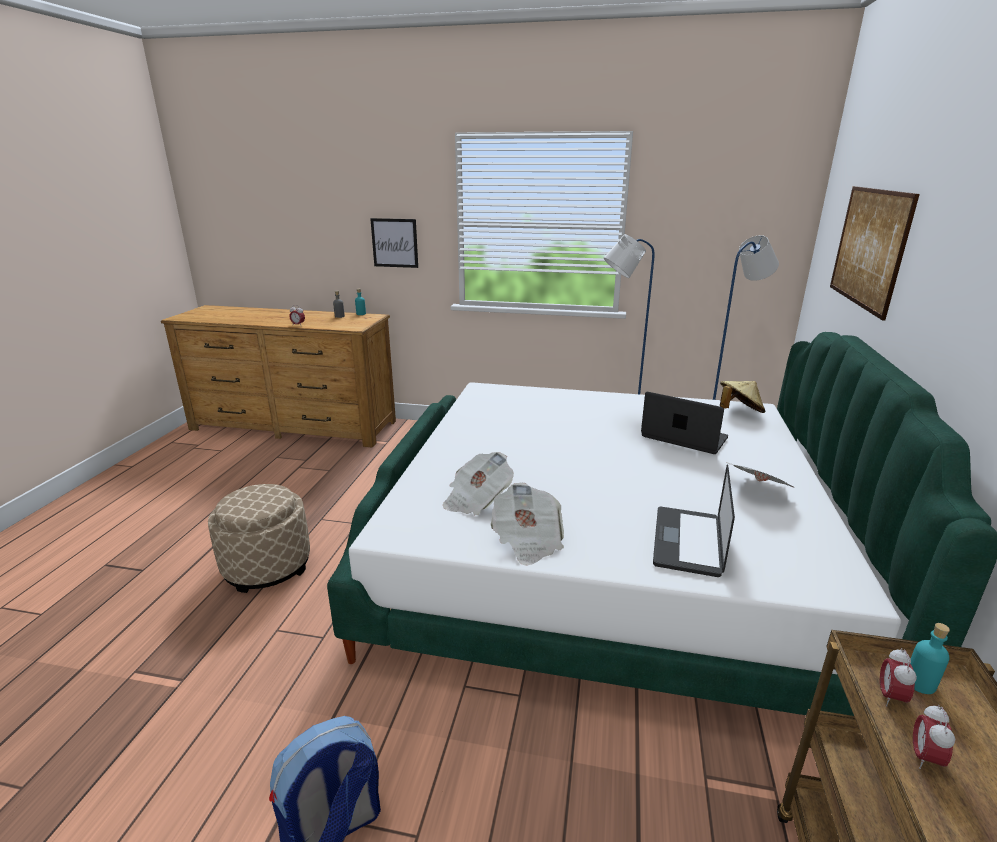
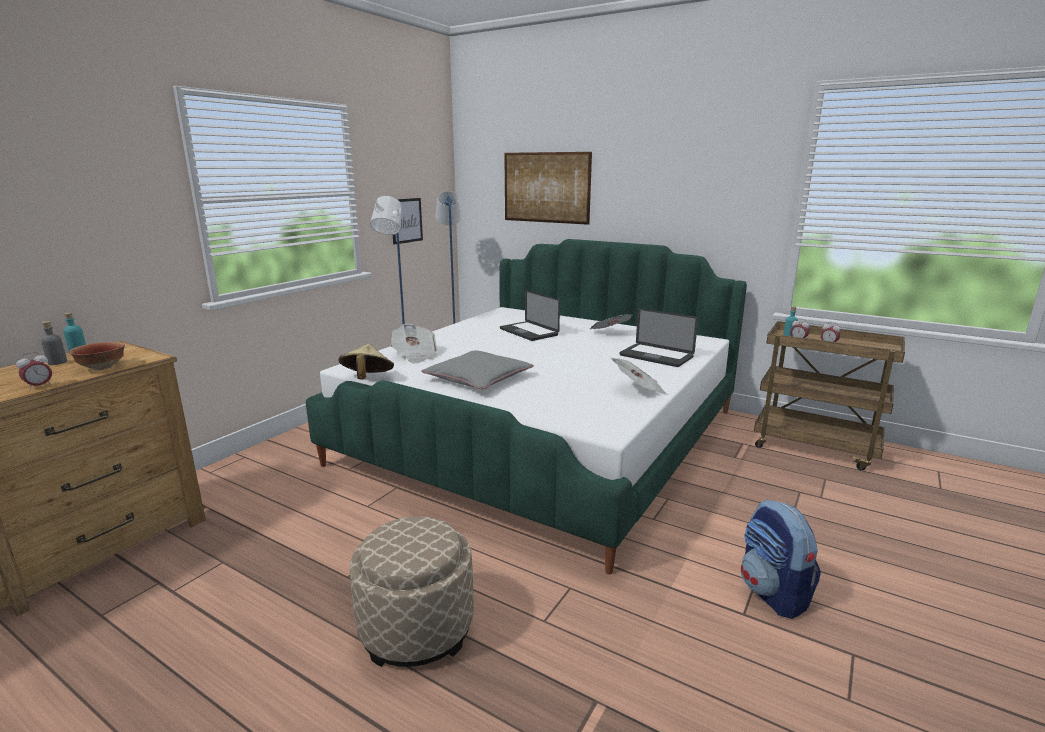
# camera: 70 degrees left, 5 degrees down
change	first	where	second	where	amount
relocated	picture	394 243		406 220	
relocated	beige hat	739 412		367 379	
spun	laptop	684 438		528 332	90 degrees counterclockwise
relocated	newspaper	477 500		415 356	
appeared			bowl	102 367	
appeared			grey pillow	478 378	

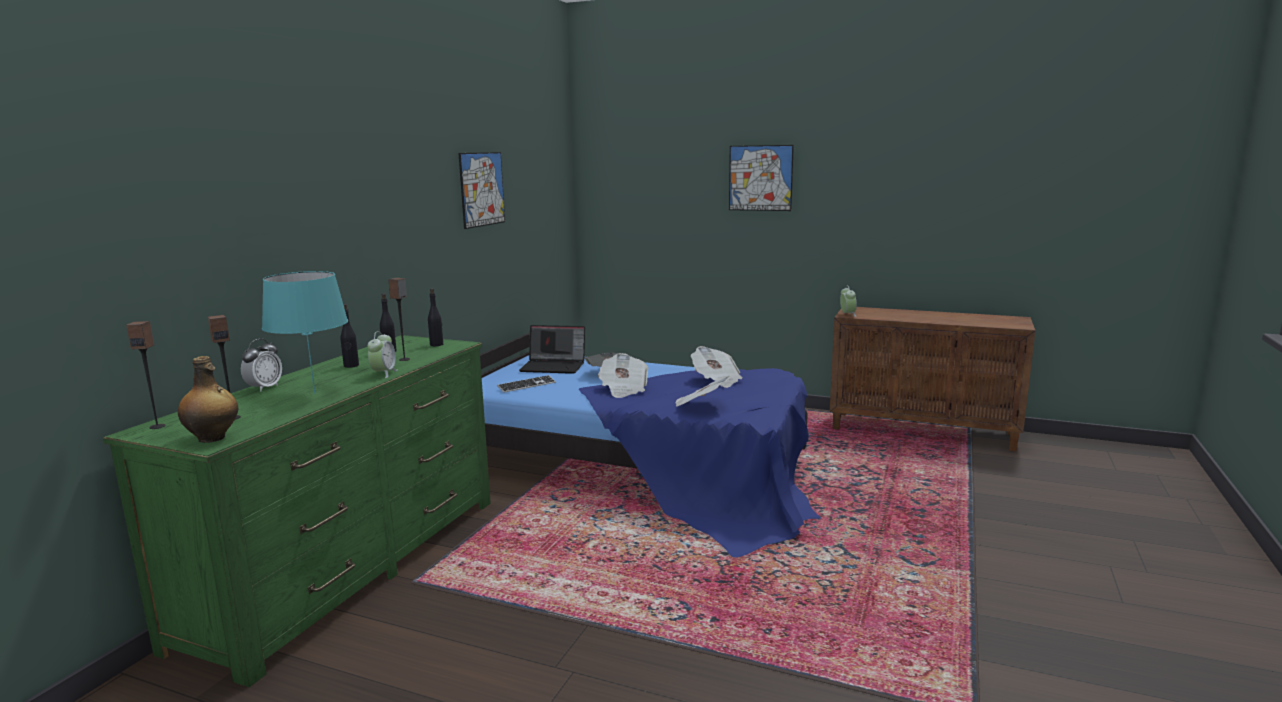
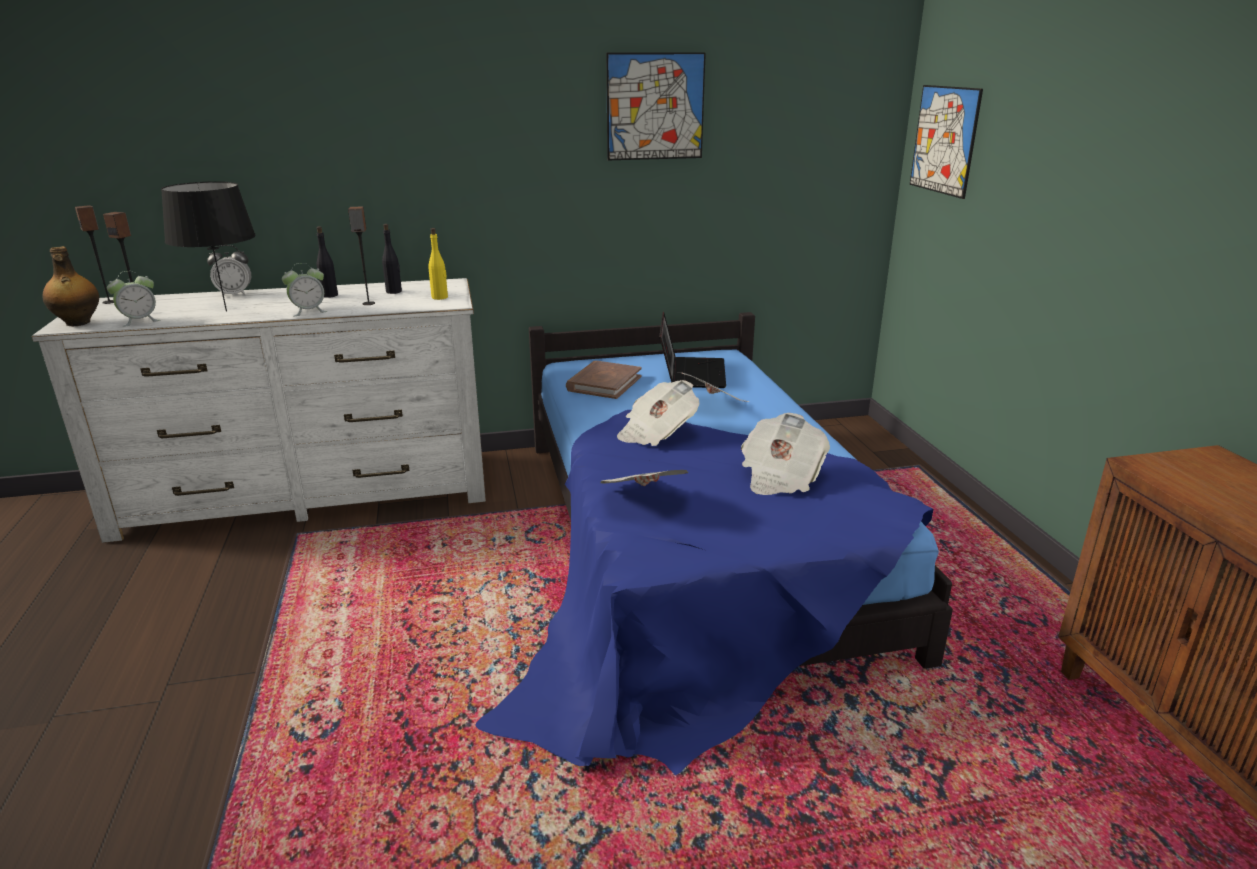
# camera: 55 degrees right, 10 degrees up
change	first	where	second	where	amount
relocated	picture	760 178		944 140	
colour	turquoise table lamp	314 393	black table lamp	226 311	
relocated	alarm clock	847 314		140 321	
colour	black bottle	436 344	yellow bottle	440 297	
spun	laptop	554 366		691 373	150 degrees counterclockwise
colour	green dresser	351 566	white dresser	309 494	
exchanged	keyboard	526 385	brown book	604 383	

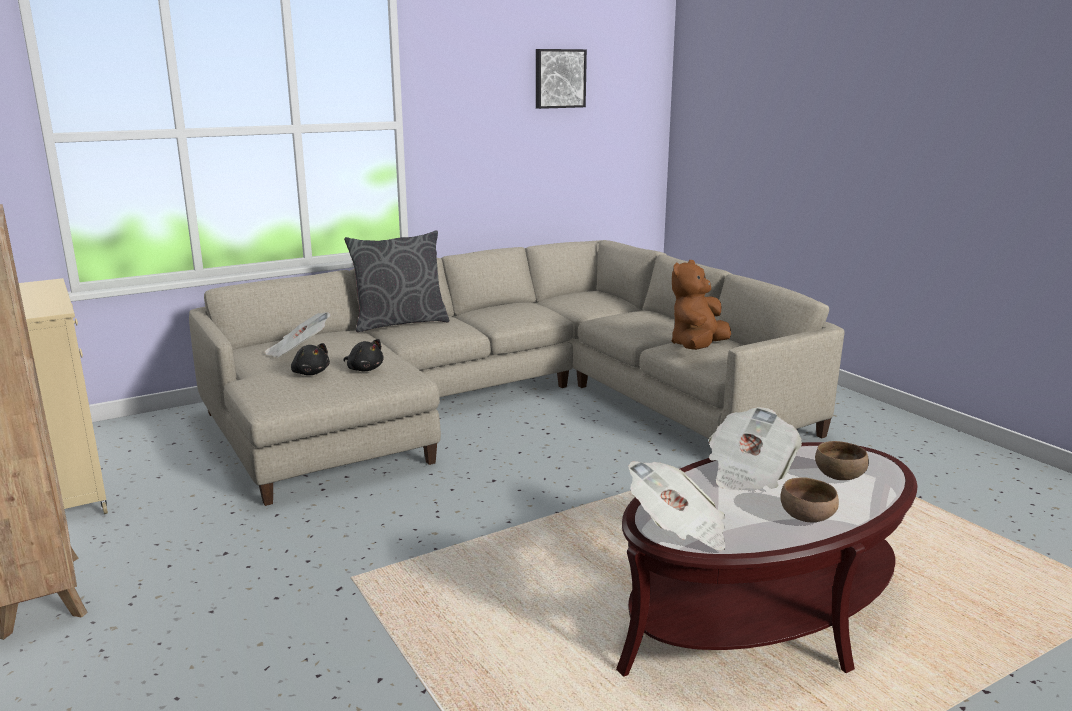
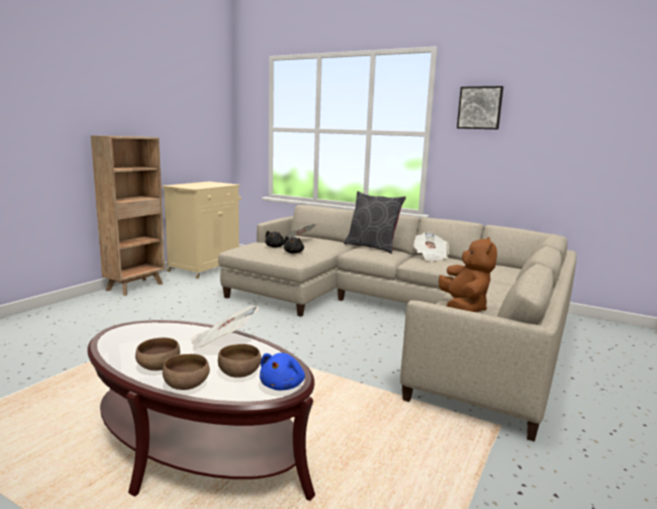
# camera: 60 degrees right, 5 degrees down
change	first	where	second	where	amount
relocated	picture	559 78		480 108	
spun	brown plush toy	697 347		463 309	90 degrees clockwise
relocated	newspaper	678 529		430 257	
appeared			blue plush toy	283 385	
appeared			brown bowl	187 385	

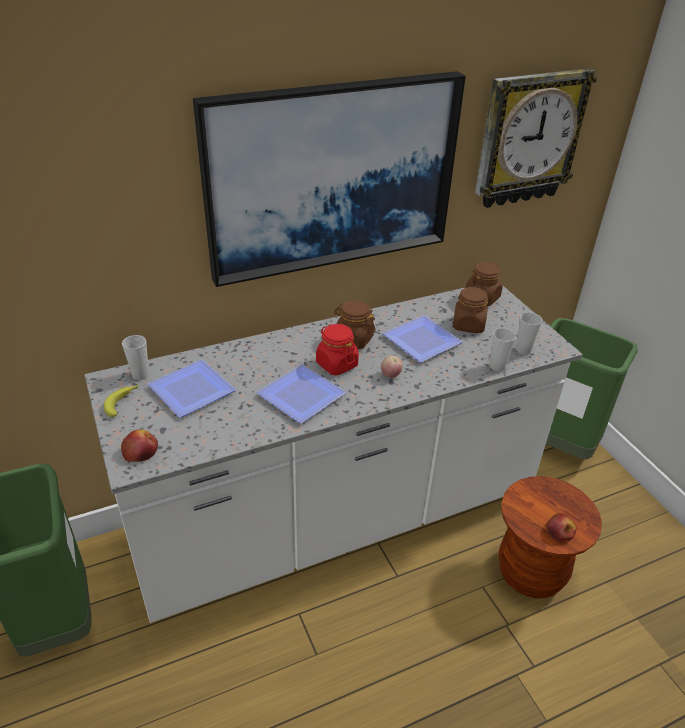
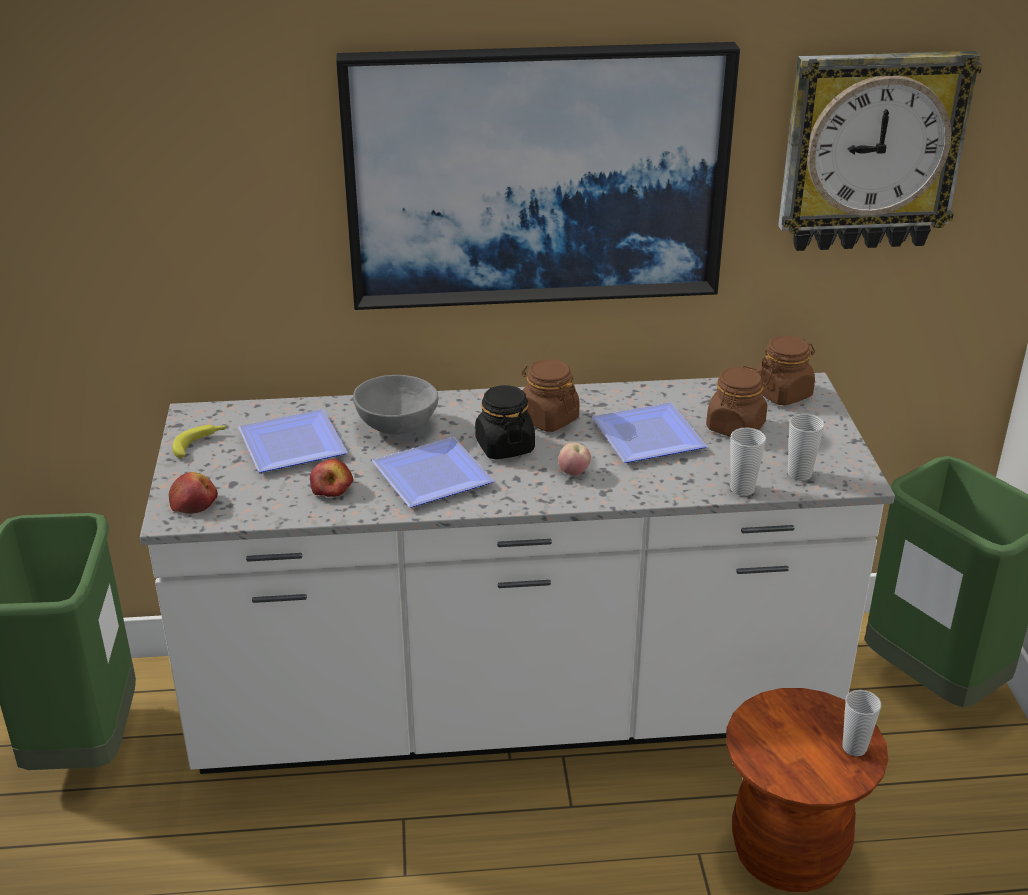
# camera: 20 degrees right, 5 degrees down
change	first	where	second	where	amount
colour	red jar	336 364	black jar	504 446	
relocated	cup	140 375		854 747	
relocated	apple	559 531		332 489	
appeared			grey bowl	396 426	

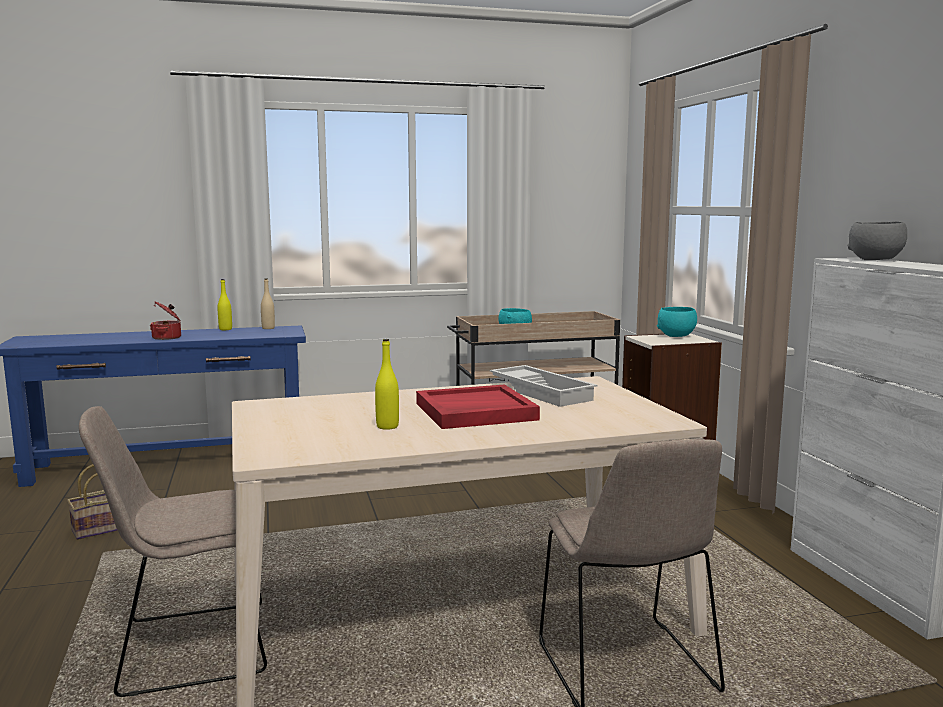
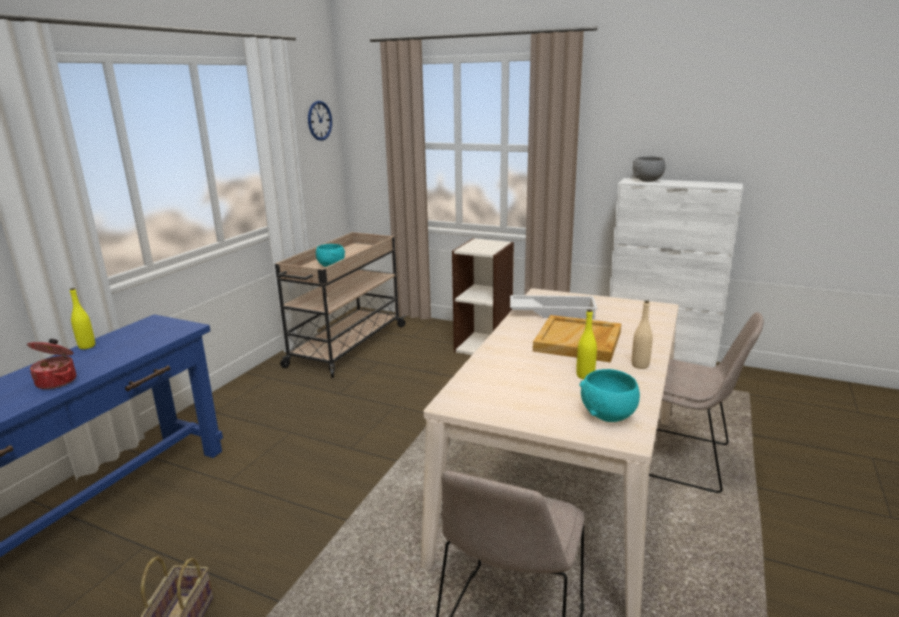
# camera: 50 degrees left, 10 degrees up
change	first	where	second	where	amount
relocated	beige bottle	268 328		640 365	
relocated	turquoise bowl	676 336		609 415	
colour	red tray	474 412	beige tray	578 342	
appeared			wall clock	319 120	

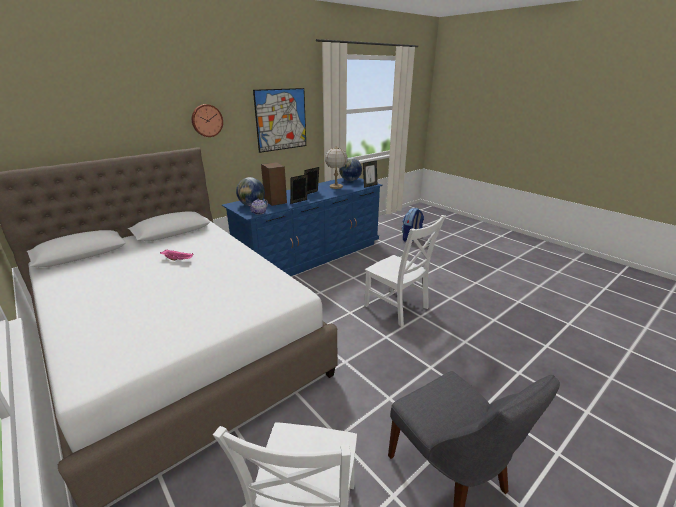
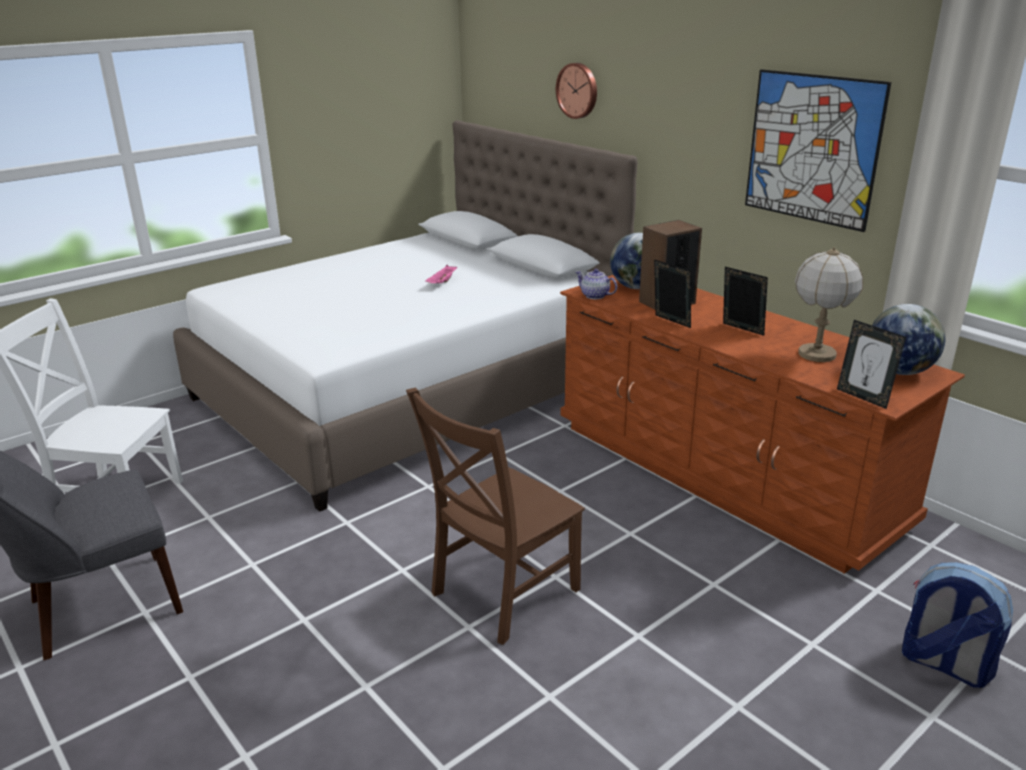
# camera: 90 degrees right, 0 degrees up
change	first	where	second	where	amount
relocated	wall clock	207 120		578 90	
colour	blue dresser	311 256	brown dresser	722 472	
colour	white chair	398 308	brown chair	500 594	

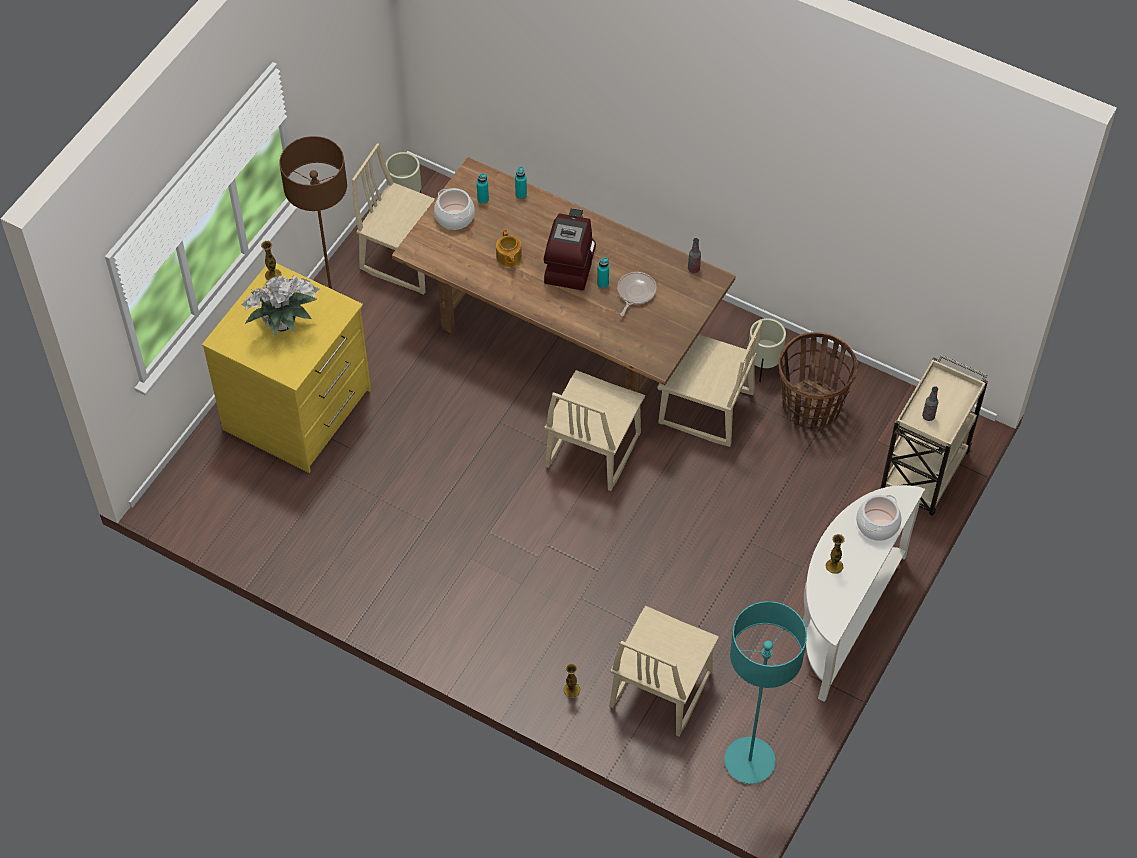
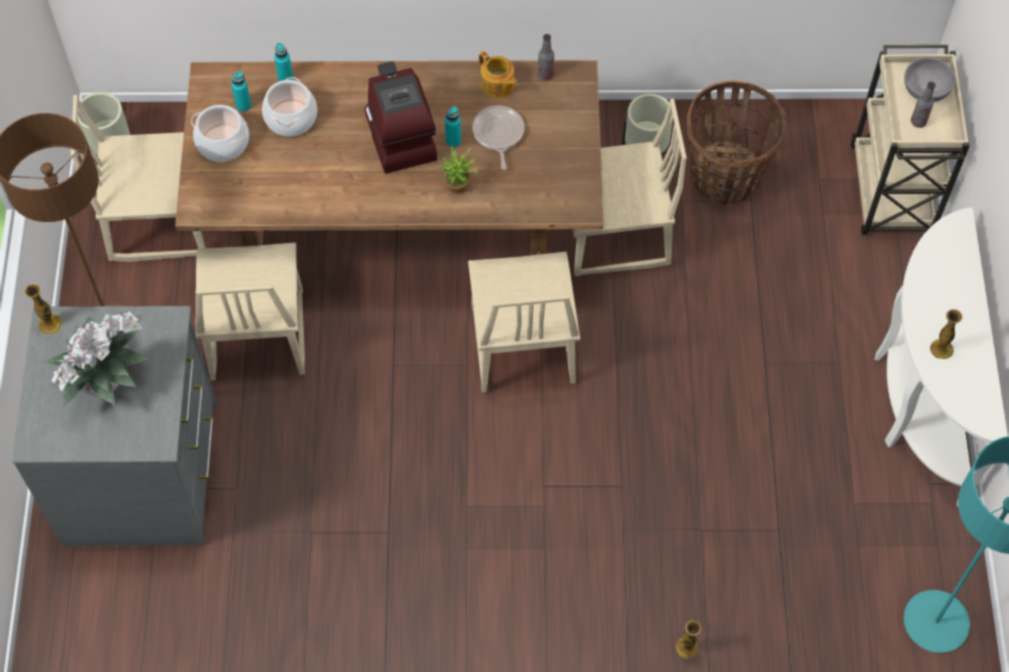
# camera: 30 degrees left, 5 degrees up
change	first	where	second	where	amount
relocated	teapot	508 257		497 85	
colour	yellow dresser	299 411	grey dresser	144 473	
relocated	cooking pot	877 524		291 117	
relocated	beige chair	660 688		255 335	
appeared			grey bowl	925 89	
appeared			potted plant	458 189	

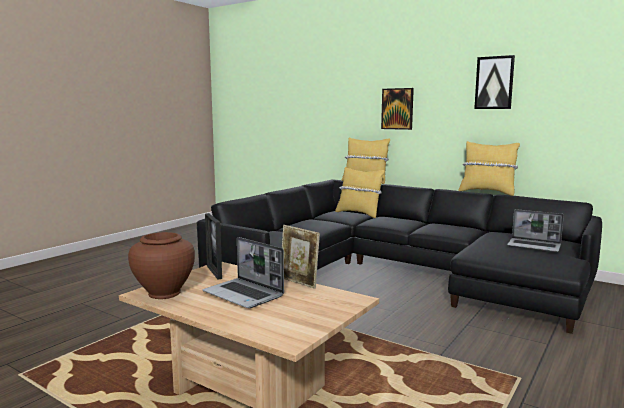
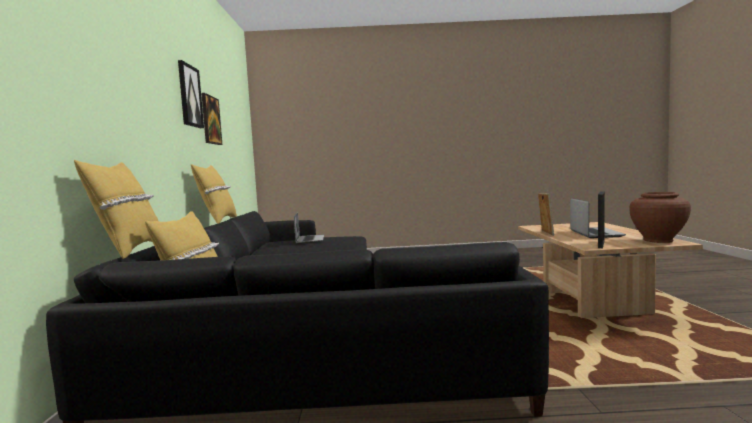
# camera: 125 degrees left, 5 degrees down
change	first	where	second	where	amount
relocated	picture	397 109		210 120	

